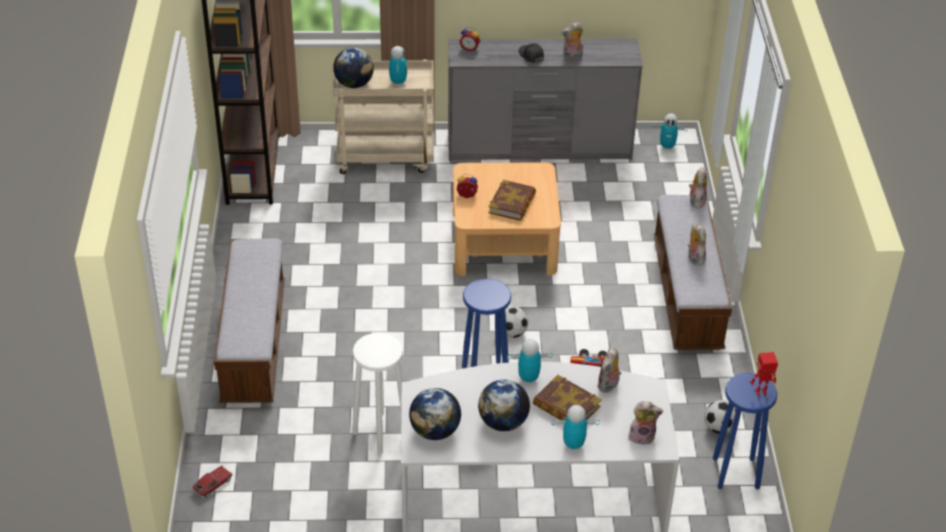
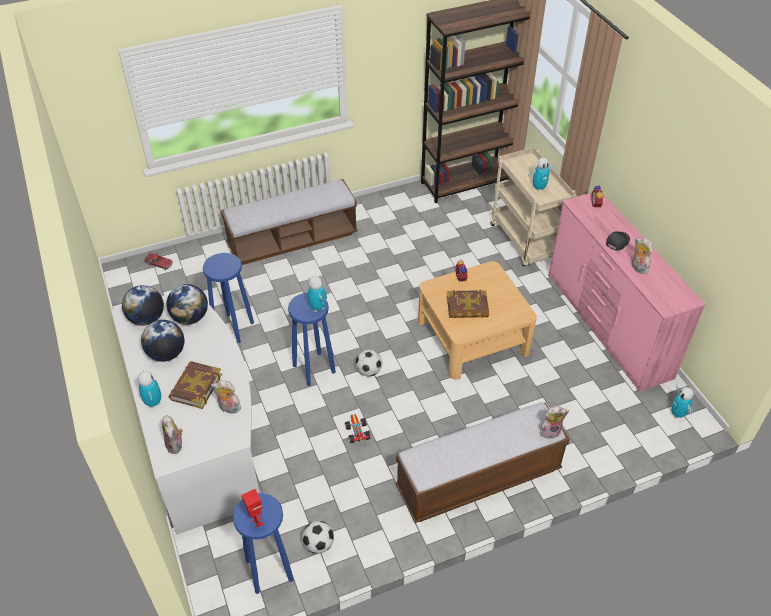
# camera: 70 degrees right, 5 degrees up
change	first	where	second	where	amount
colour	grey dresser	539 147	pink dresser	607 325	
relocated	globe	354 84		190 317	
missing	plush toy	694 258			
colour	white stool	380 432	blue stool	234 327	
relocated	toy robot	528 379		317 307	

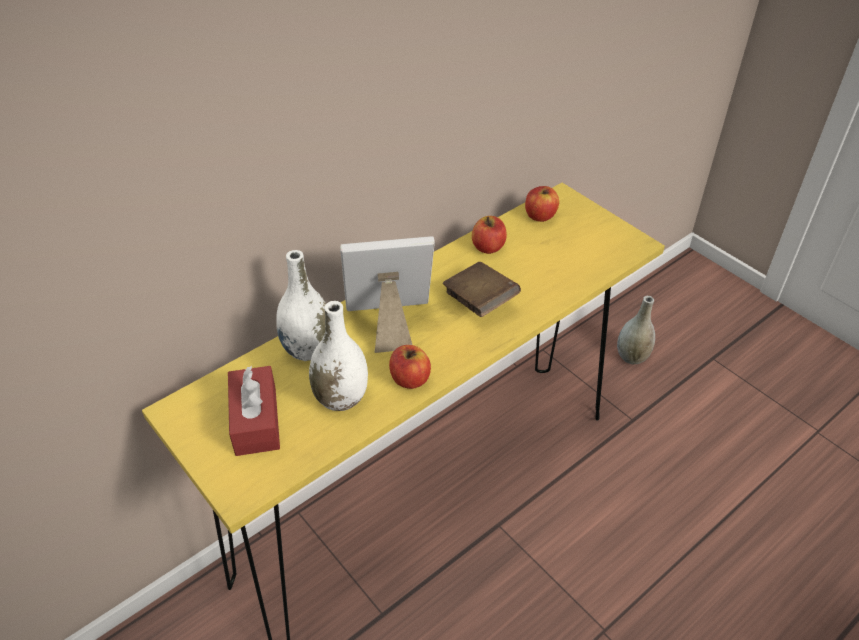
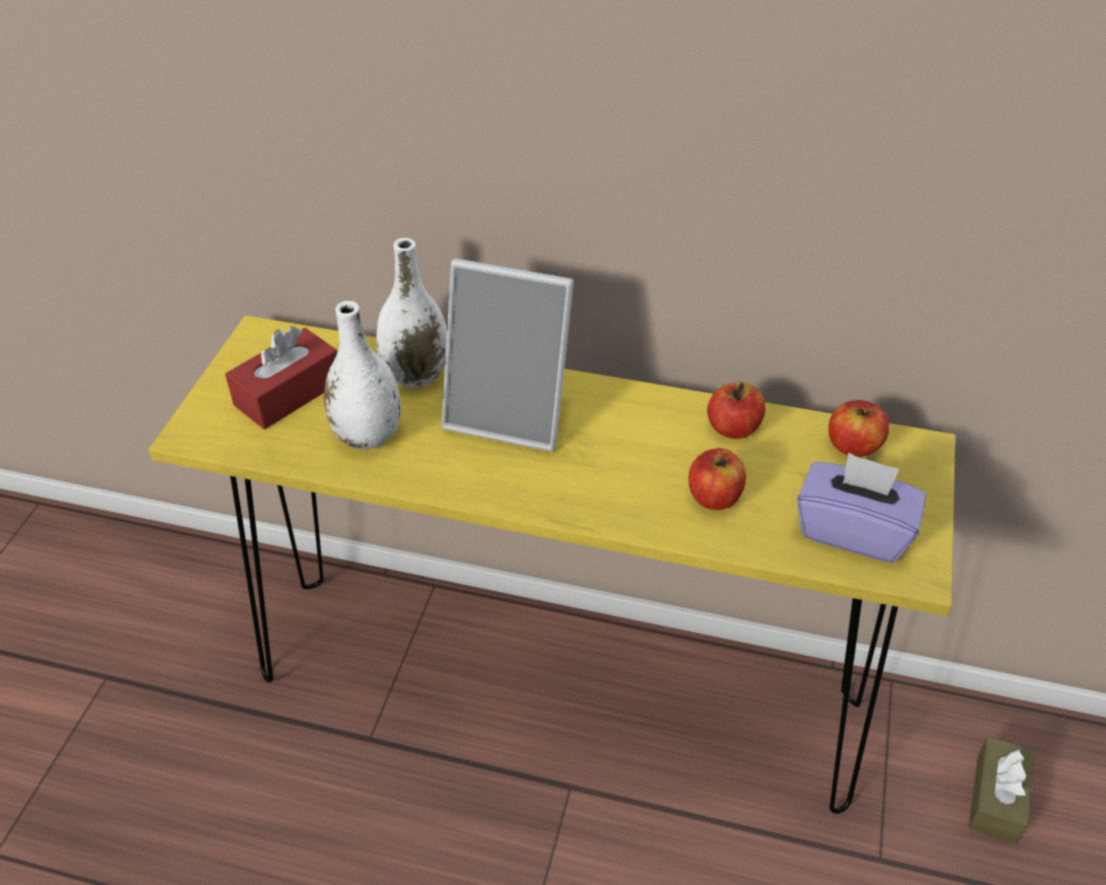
# camera: 55 degrees right, 0 degrees up
change	first	where	second	where	amount
spun	picture frame	389 324		511 413	150 degrees clockwise
missing	brown book	479 302			
exchanged	grey vase	632 357	brown tissue box	996 798	
relocated	apple	409 379		714 497	
appeared			purple tissue box	853 530	

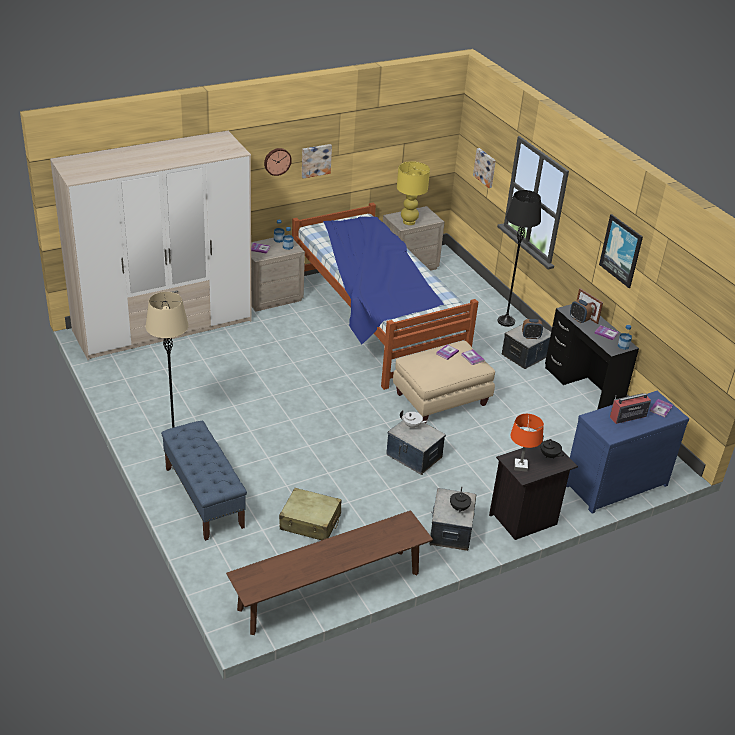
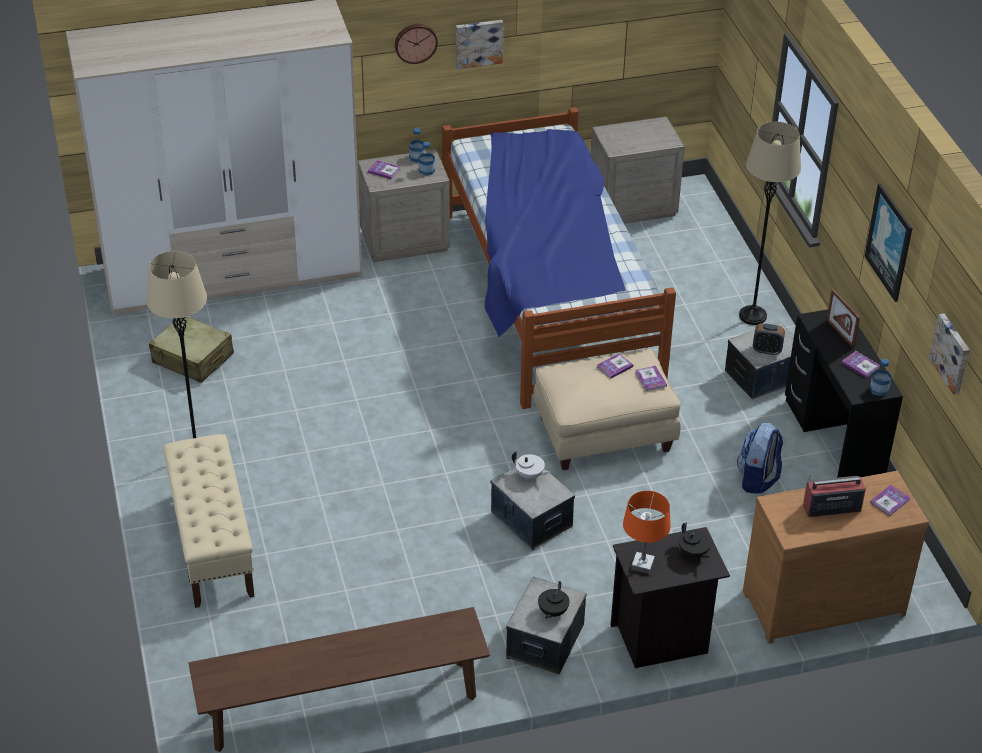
# camera: 15 degrees right, 5 degrees up
change	first	where	second	where	amount
relocated	picture	485 167		952 353	
missing	yellow table lamp	408 222			
colour	black floor lamp	506 321	beige floor lamp	752 316	
missing	alarm clock	579 319			
colour	blue dresser	613 483	brown dresser	820 600	
colour	blue bench	204 497	beige bench	212 544	
relocated	beige suitcase	310 522		193 359	
appeared			backpack	758 479	

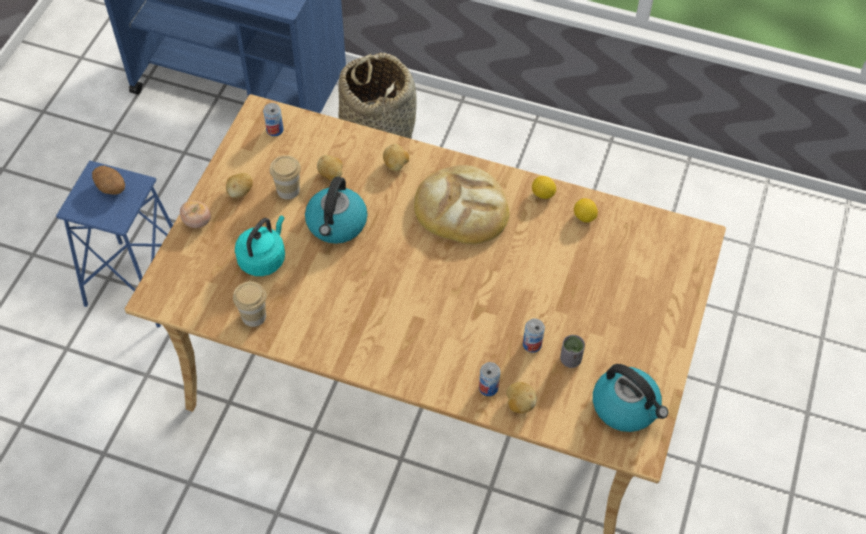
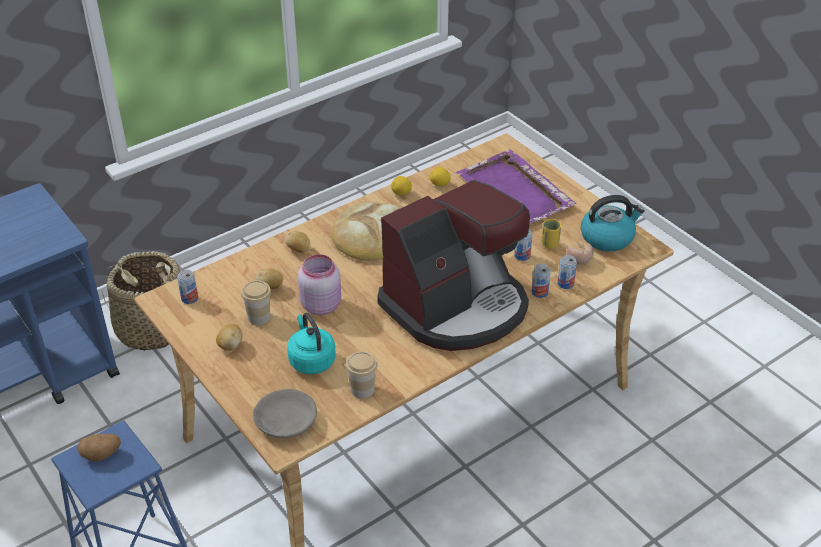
# camera: 55 degrees left, 15 degrees down
change	first	where	second	where	amount
exchanged	kettle	337 224	pink jar	321 305	
relocated	tomato	197 222		578 261	
colour	grey cup	570 359	yellow cup	549 244	
exchanged	potato	519 404	can	565 284	
appeared			purple tray	515 192	
appeared			coffee machine	457 307	
appeared			grey bowl	285 421	

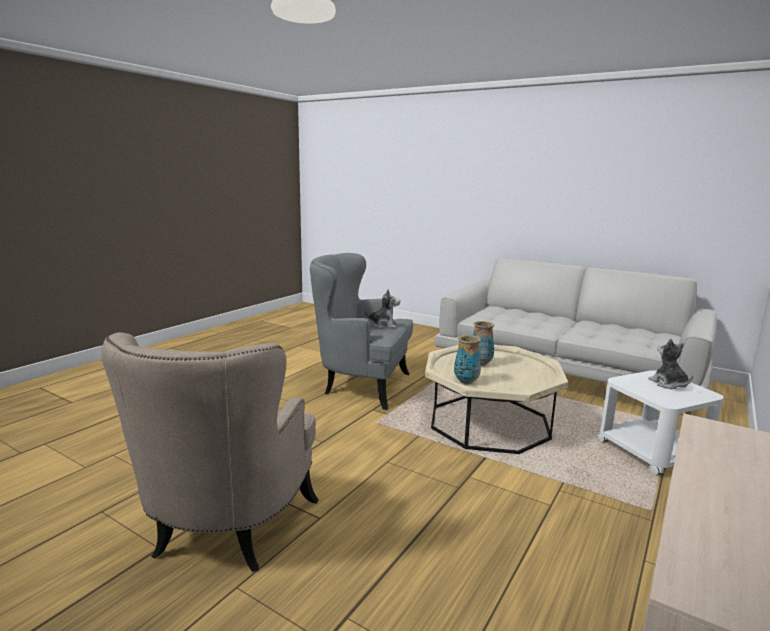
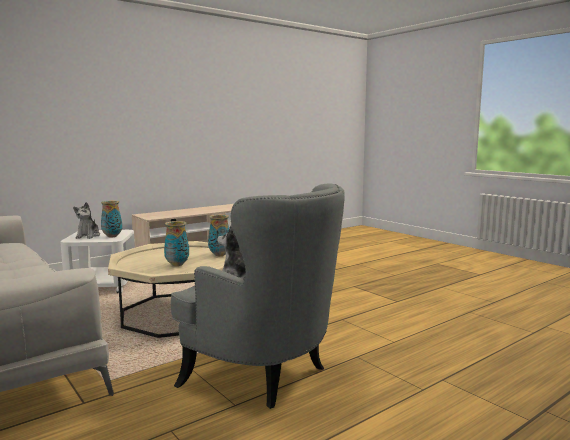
# camera: 160 degrees left, 5 degrees down
change	first	where	second	where	amount
missing	beige armchair	225 531			
appeared			vase	112 236	

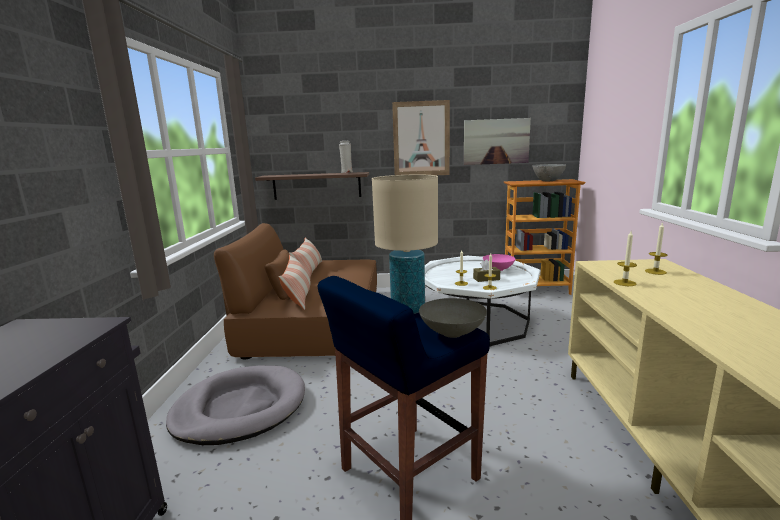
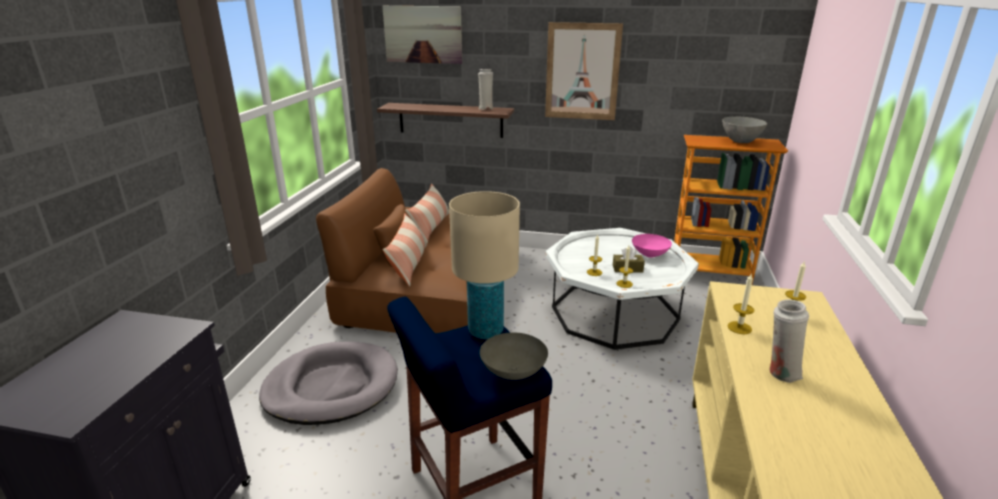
# camera: 10 degrees right, 10 degrees up
change	first	where	second	where	amount
relocated	picture	496 141		423 34	
appeared			white vase	780 372	

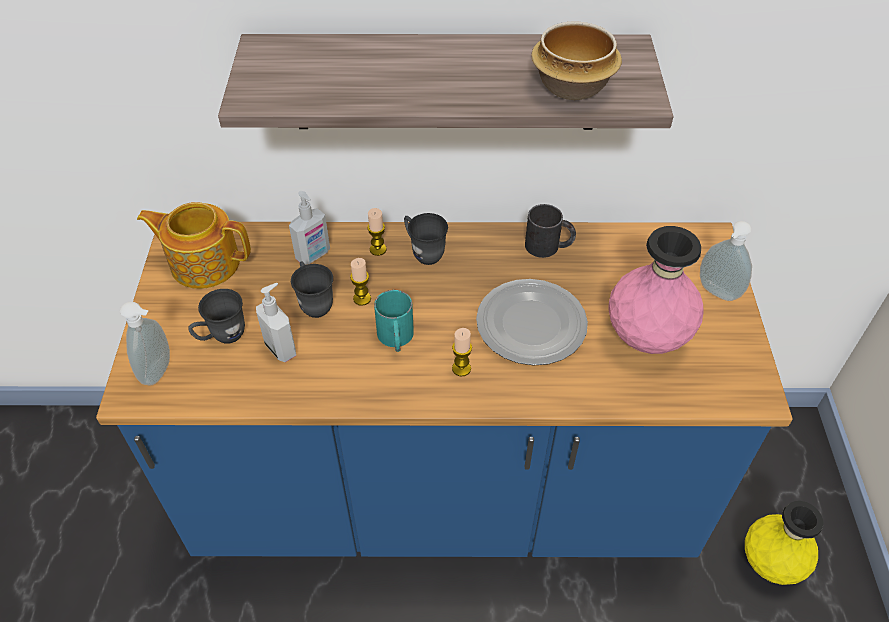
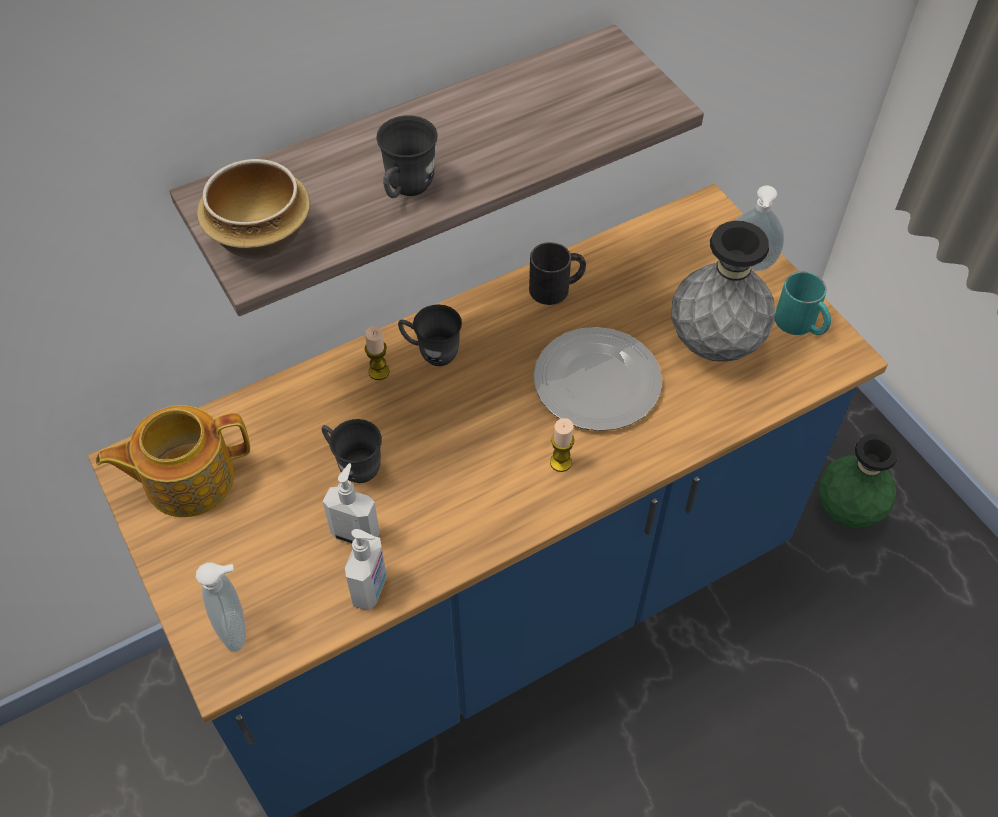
# camera: 30 degrees left, 5 degrees up
change	first	where	second	where	amount
relocated	bowl	570 86		259 238	
relocated	soap dispenser	313 256		371 589	
colour	pink vase	646 338	grey vase	714 345	
missing	candle	362 298			
relocated	grey mug	222 337		406 190	
relocated	turquoise mug	396 339		801 324	
colour	yellow vase	770 563	green vase	847 510	

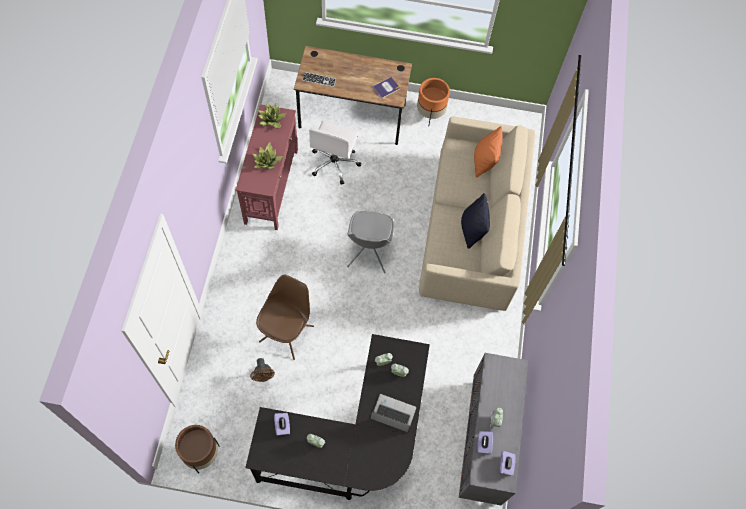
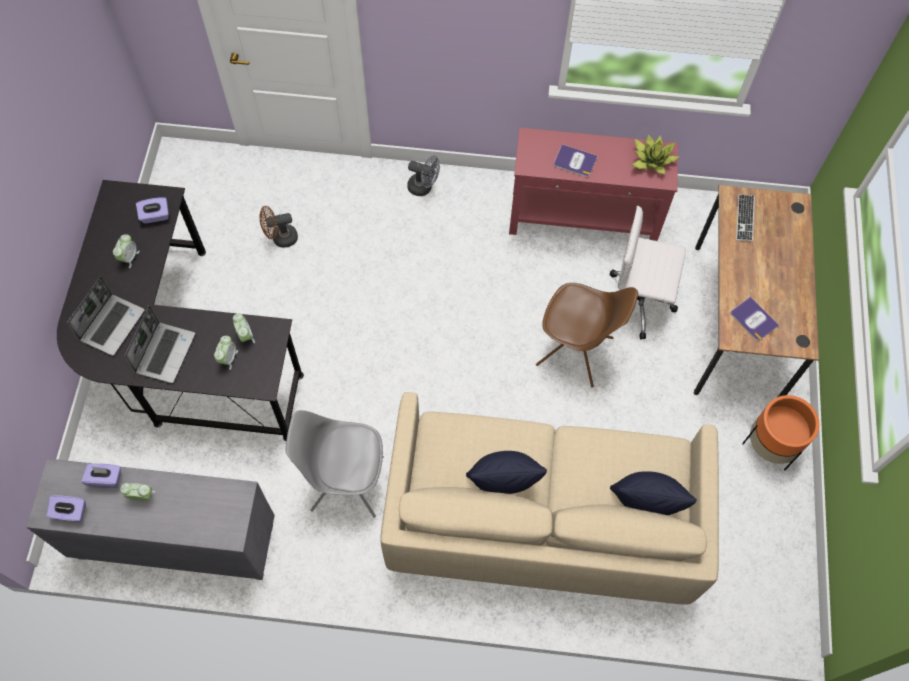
# camera: 90 degrees right, 0 degrees up
change	first	where	second	where	amount
colour	orange pillow	484 161	black pillow	645 502	
exchanged	potted plant	267 161	book	575 161	
relocated	grey chair	368 254		345 483	
relocated	brown chair	287 333		576 352	
missing	brown planter	201 454			
appeared			grey fan	424 187	
appeared			laptop	112 324	

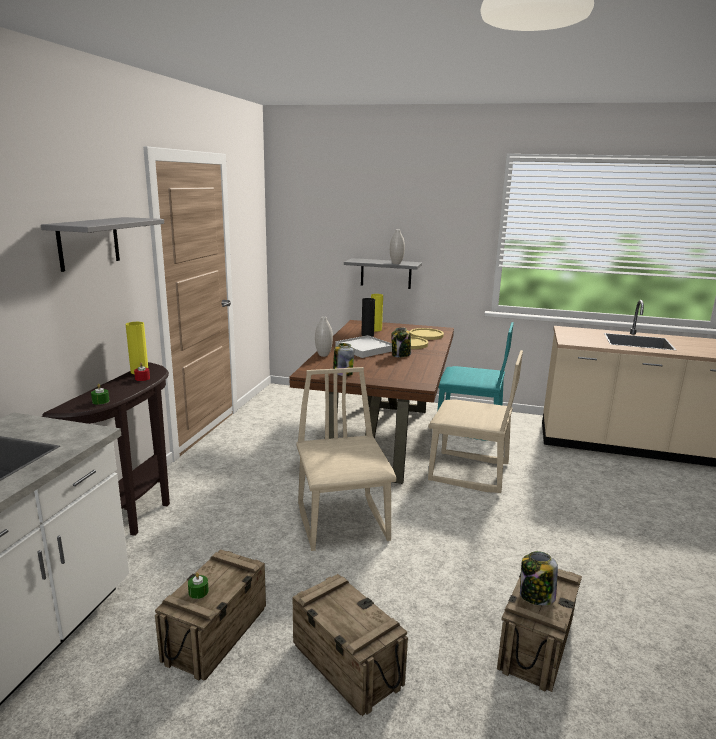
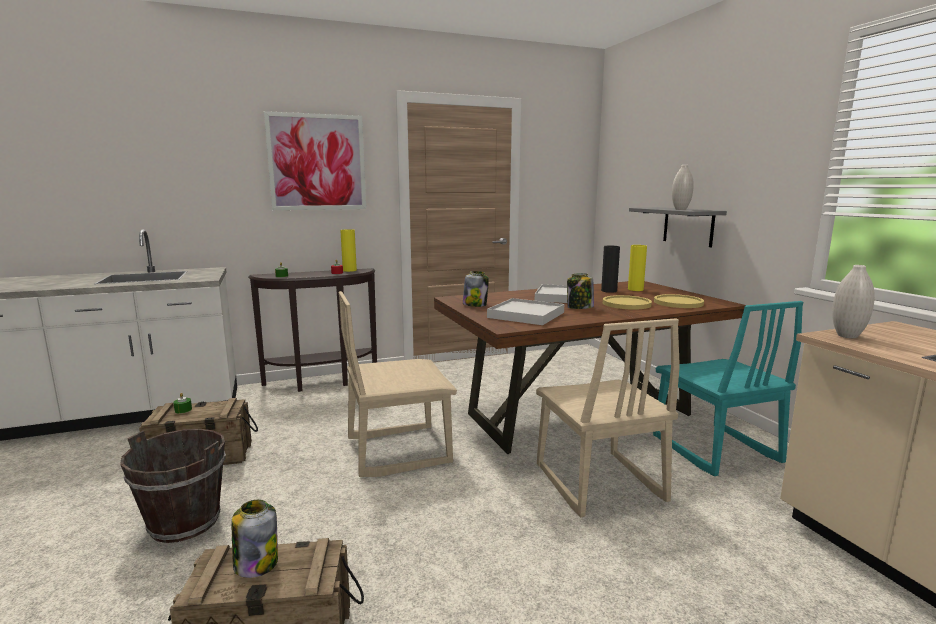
# camera: 55 degrees right, 5 degrees down
change	first	where	second	where	amount
exchanged	grey shelf	89 243	picture	317 162	
relocated	white vase	323 355		847 336	
spun	beige chair	343 522		398 450	150 degrees counterclockwise
exchanged	crate	345 665	brown bucket	185 522	
appeared			white tray	526 315	

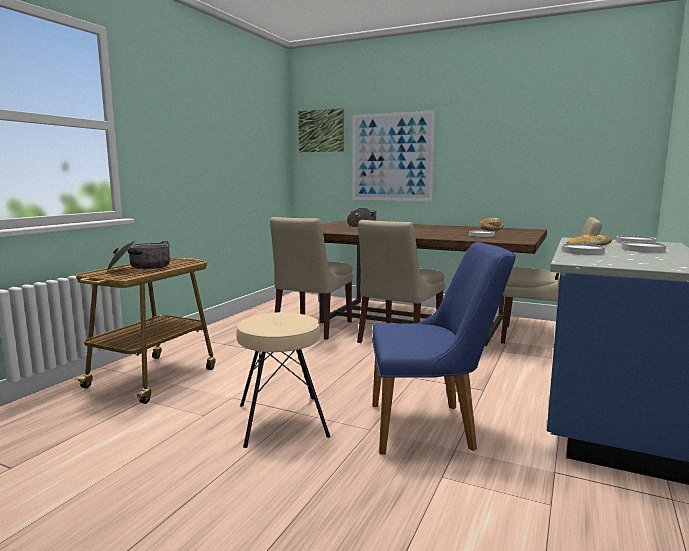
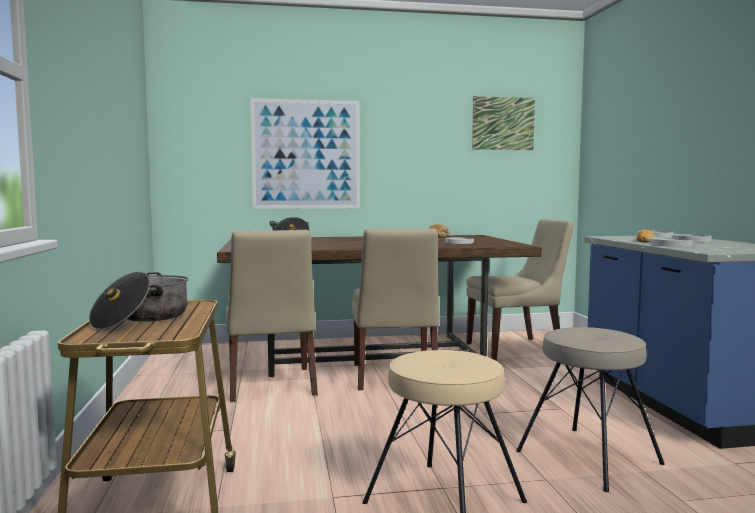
# camera: 35 degrees left, 5 degrees down
change	first	where	second	where	amount
relocated	picture	321 131		503 123	
exchanged	blue chair	432 426	beige stool	589 456	

